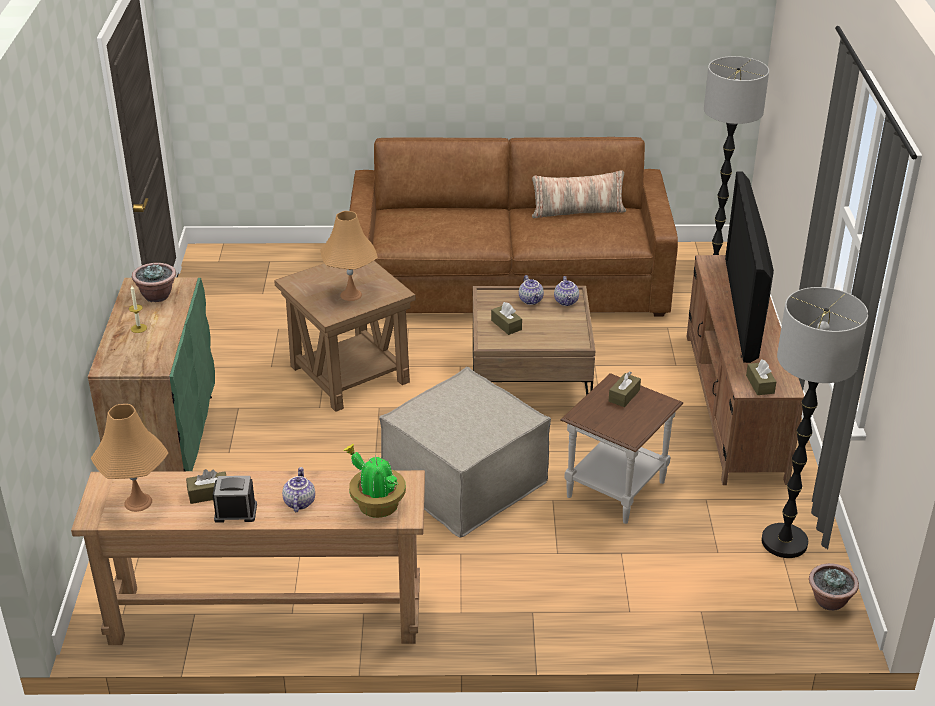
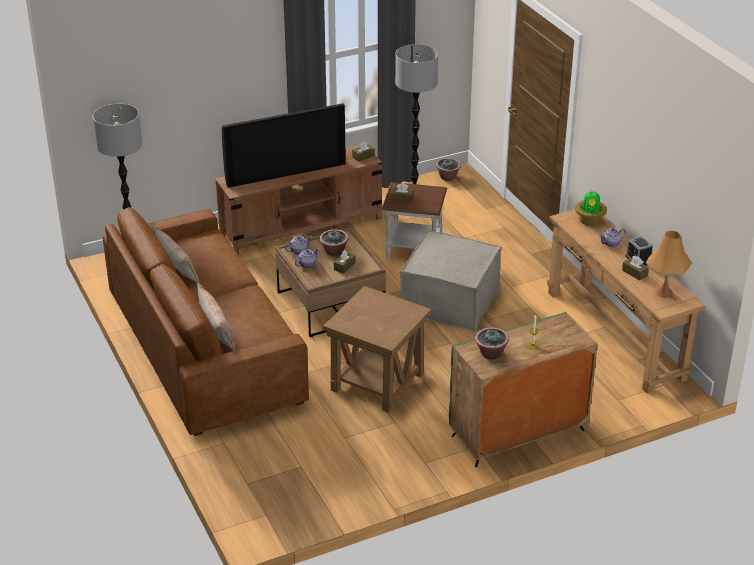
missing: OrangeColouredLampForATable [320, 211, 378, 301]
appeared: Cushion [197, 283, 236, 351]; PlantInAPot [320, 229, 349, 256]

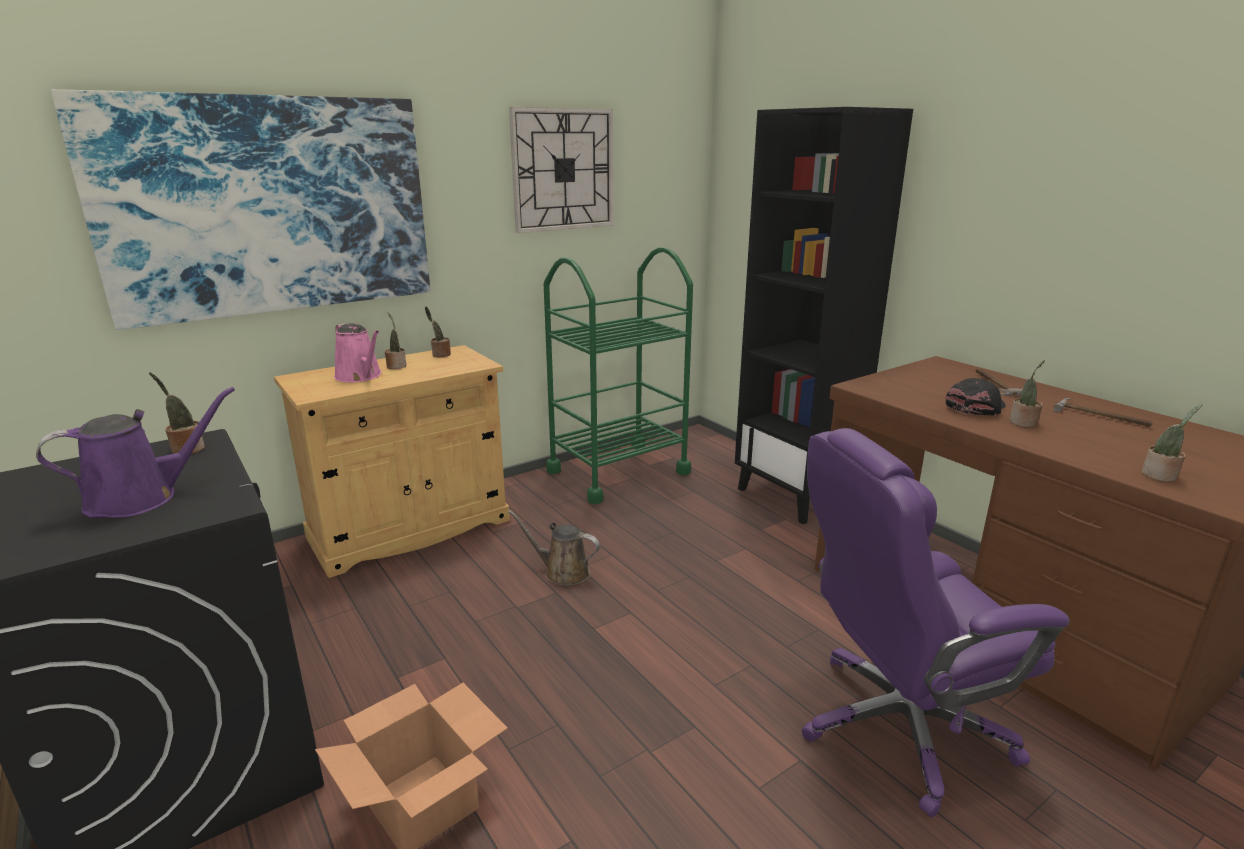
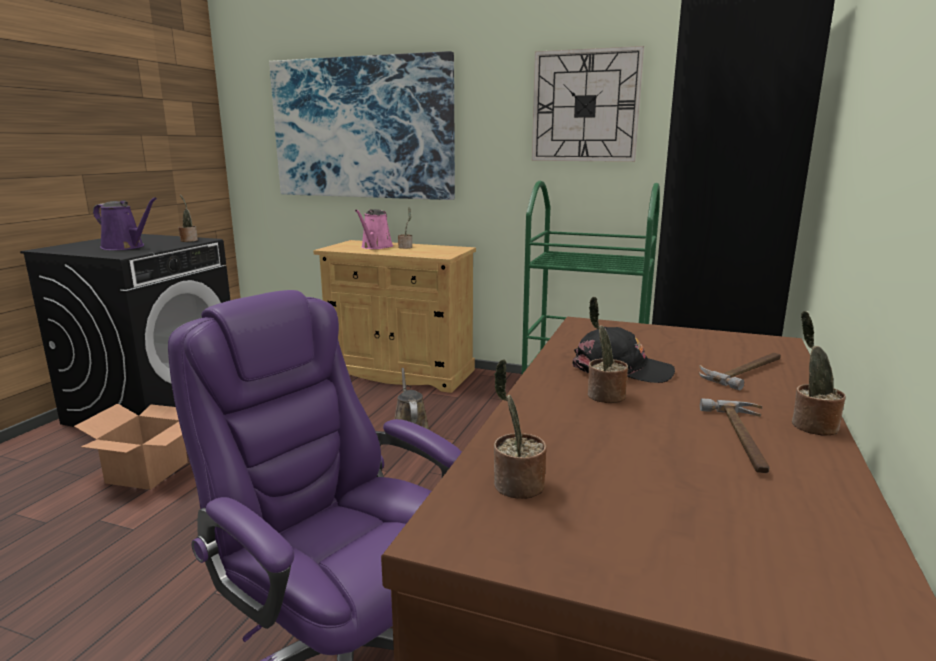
relocated: PlantInAPot [425, 306, 451, 357] to [792, 311, 846, 436]

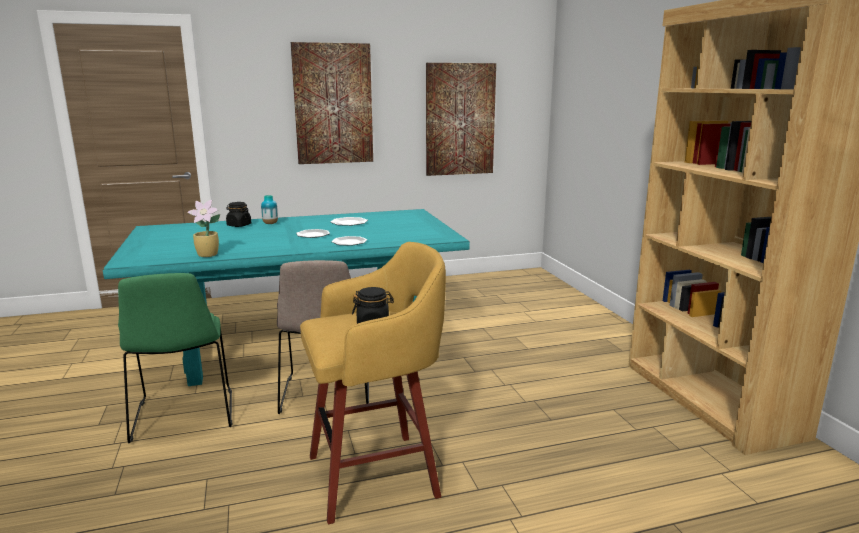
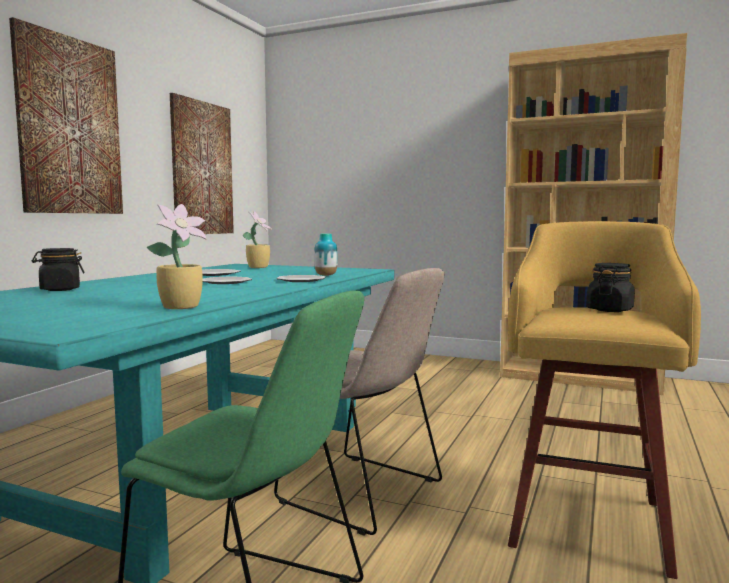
appeared: PlantInAPot [243, 211, 272, 268]
relocated: DecorativeVase [261, 195, 278, 224] to [314, 233, 338, 276]

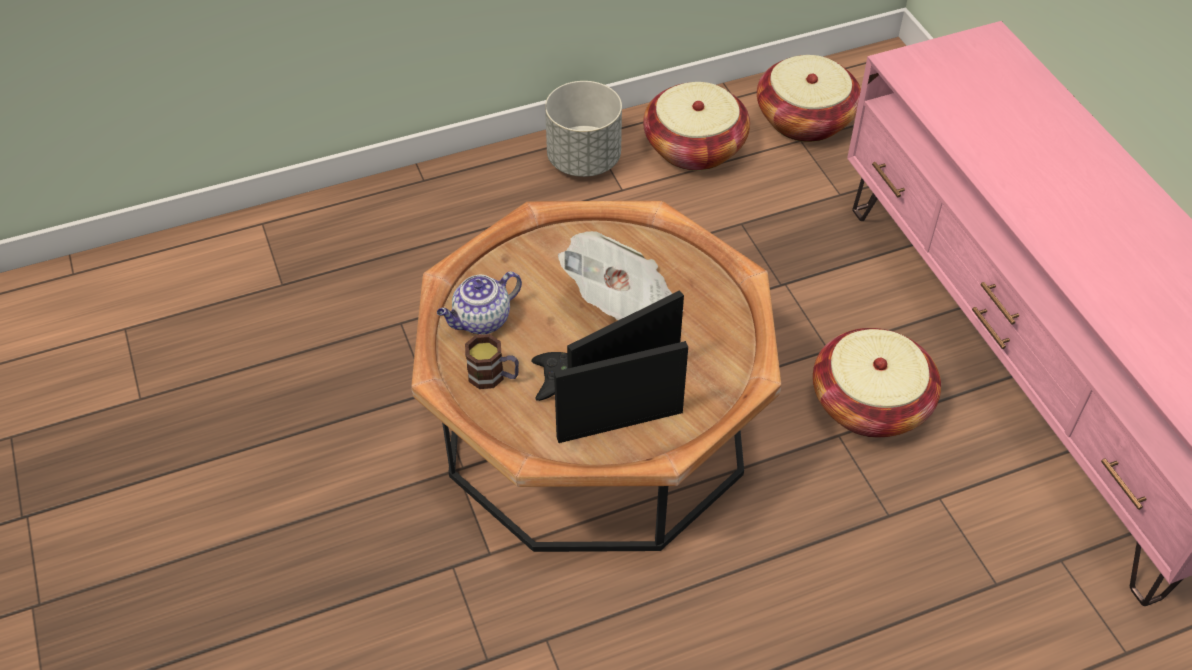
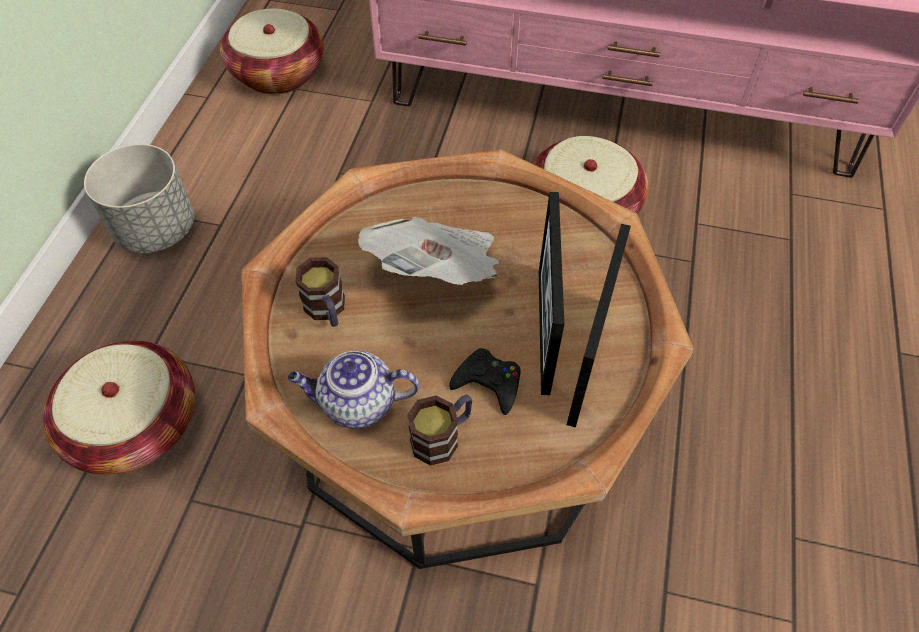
appeared: TeaMug [295, 257, 345, 327]
relocated: StorageBasket [643, 82, 750, 171] to [43, 341, 195, 474]
spun: PotForTea [437, 272, 522, 335] = [287, 351, 419, 429] 90 degrees clockwise

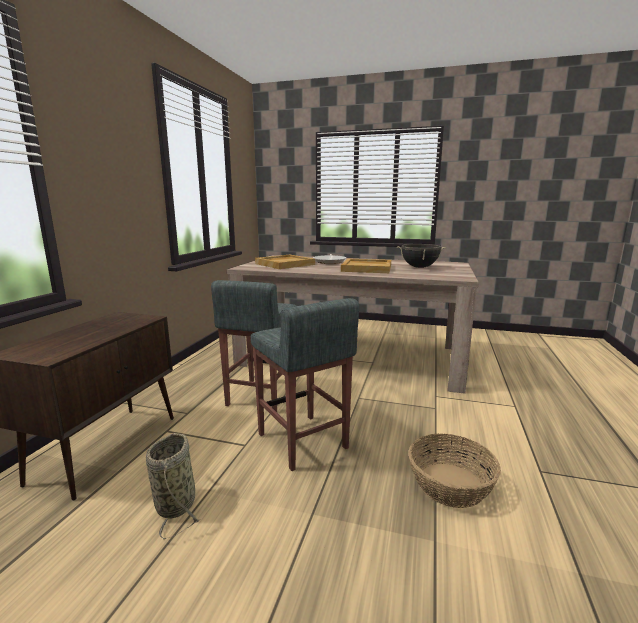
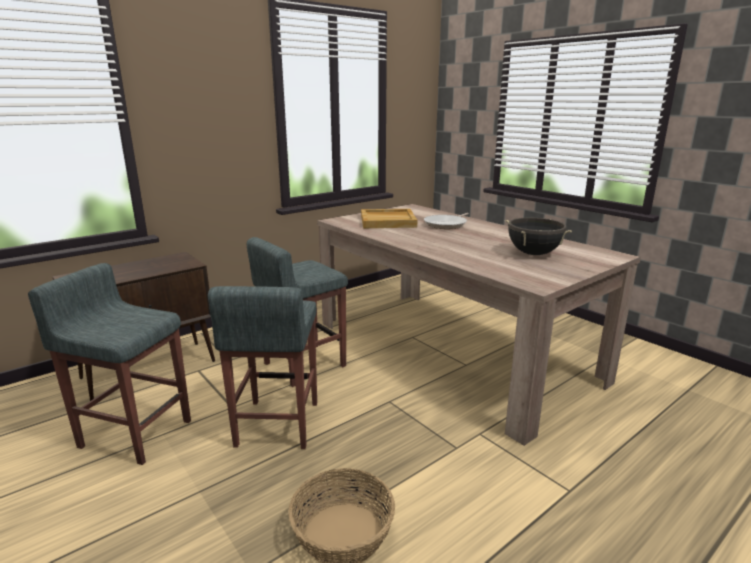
missing: SandColouredServingTray [341, 259, 391, 273]
exchanged: StorageBasket [146, 433, 199, 539] to GreyStoolSeat [28, 263, 191, 465]

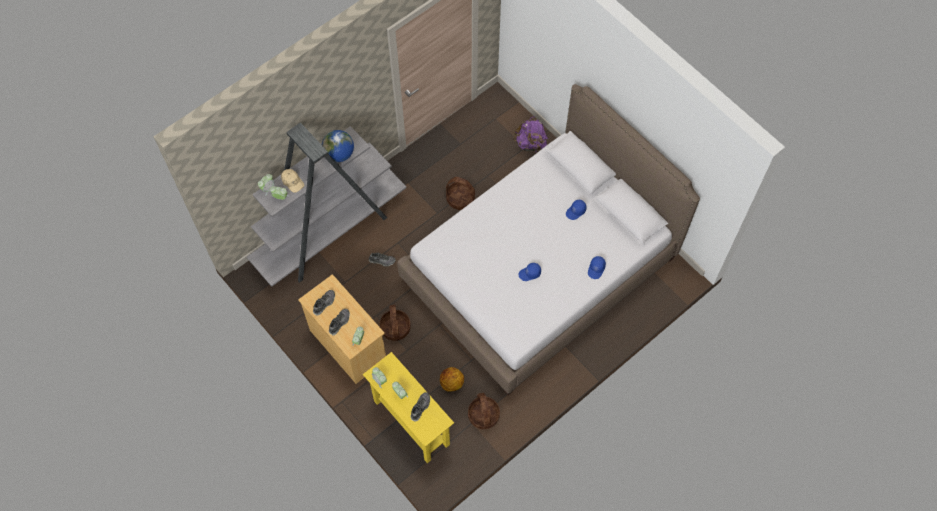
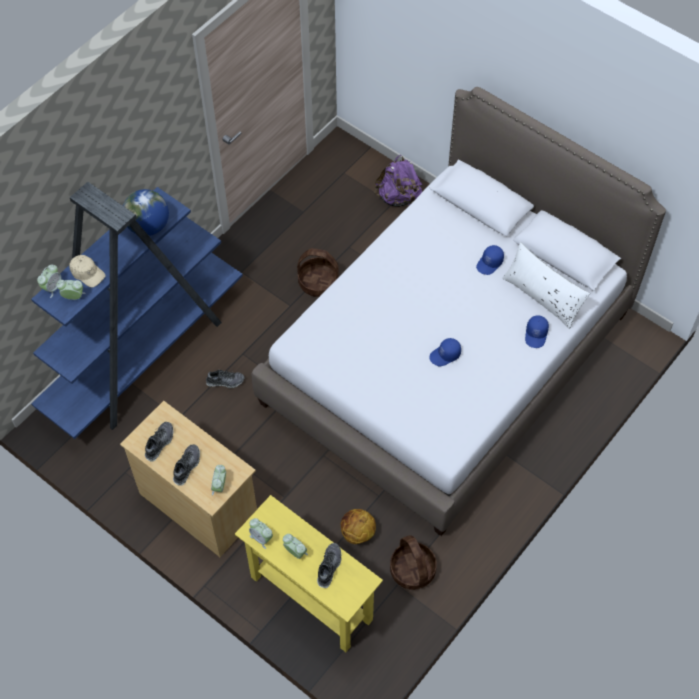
missing: StorageBasket [380, 305, 411, 341]
appeared: WhiteCushion [502, 242, 590, 329]
colour: GreyBookcase [247, 123, 407, 287] to BlueColouredBookcase [31, 182, 243, 439]

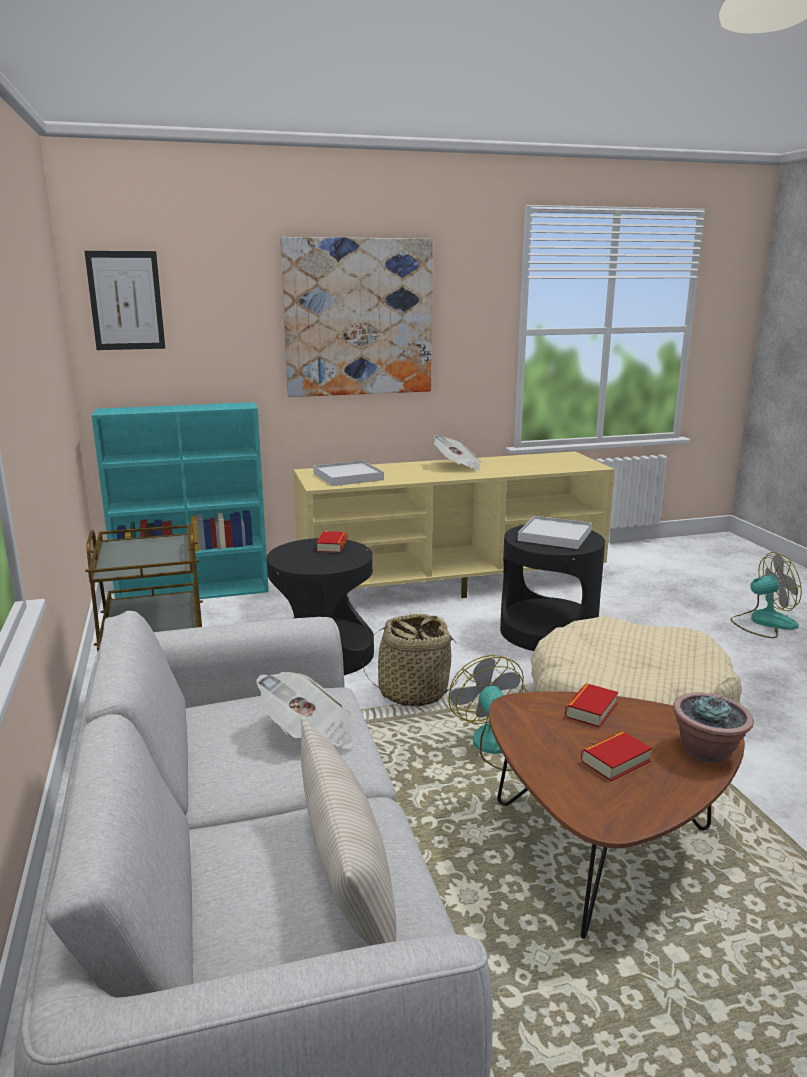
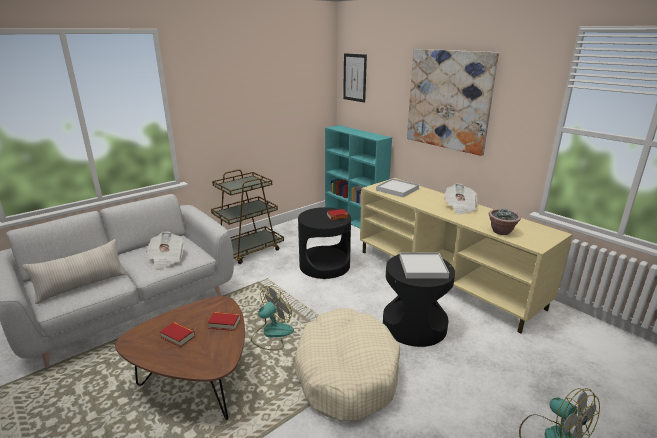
missing: StorageBasket [362, 614, 459, 706]
relocated: PlantInAPot [673, 692, 754, 763] to [489, 208, 521, 235]

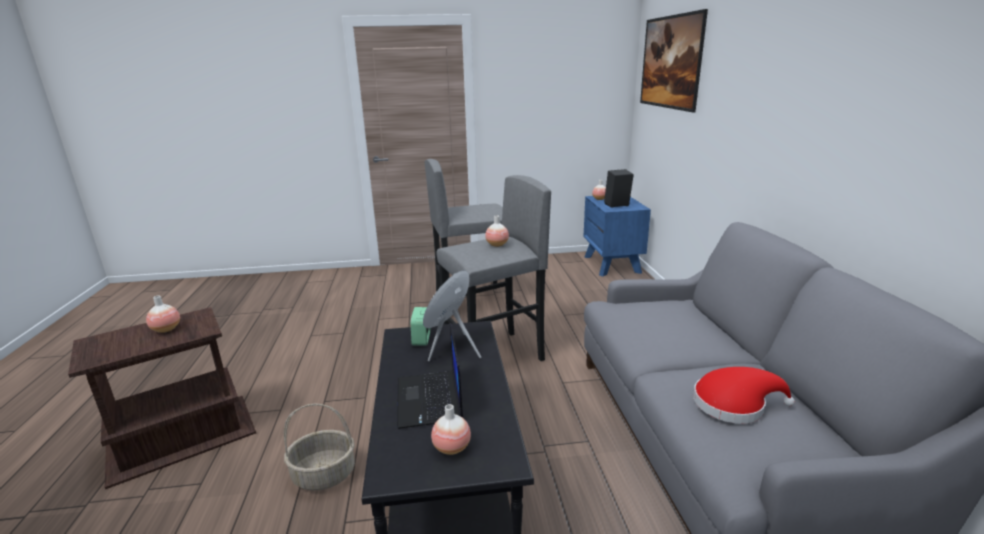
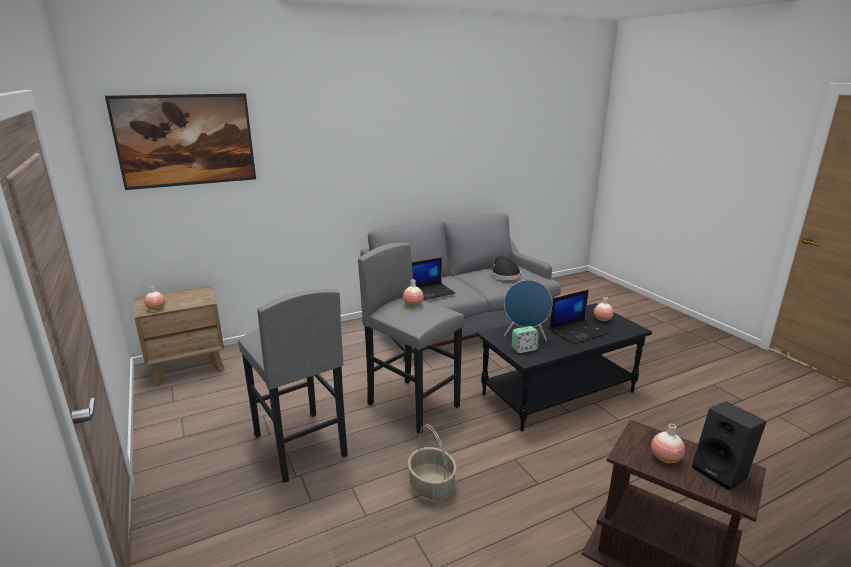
appeared: Laptop [412, 257, 455, 300]
relocated: StorageBasket [284, 403, 355, 490] to [408, 424, 457, 499]; BlackLoudspeaker [604, 169, 634, 208] to [692, 401, 767, 491]
colour: BlueColouredNightstand [583, 196, 651, 277] to BrownNightstand [134, 285, 225, 386]; ReddishClothingHat [693, 367, 795, 424] to BlackClothingHat [492, 256, 521, 280]

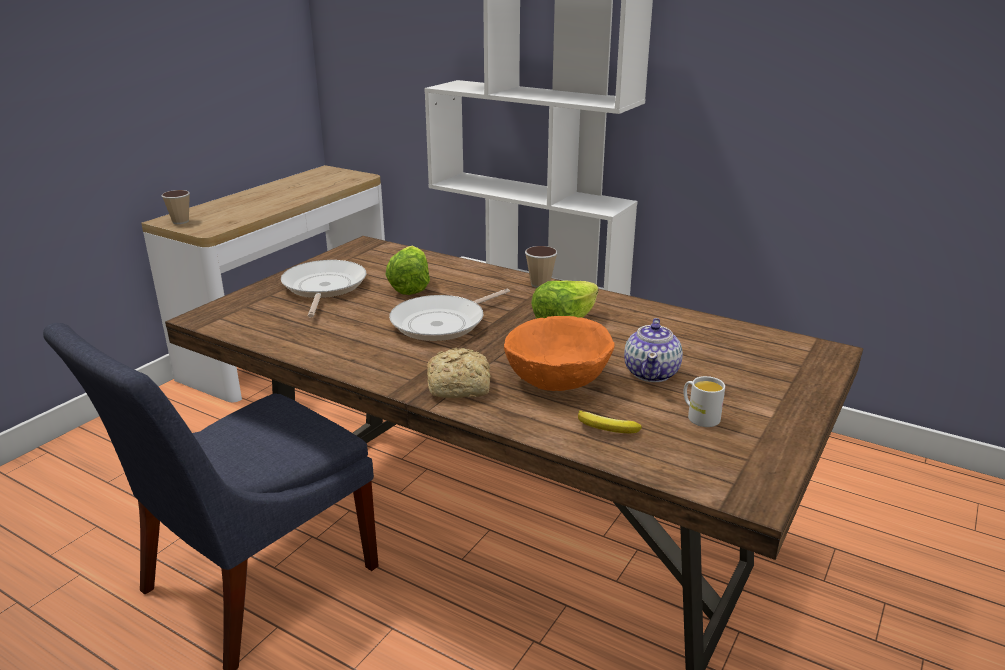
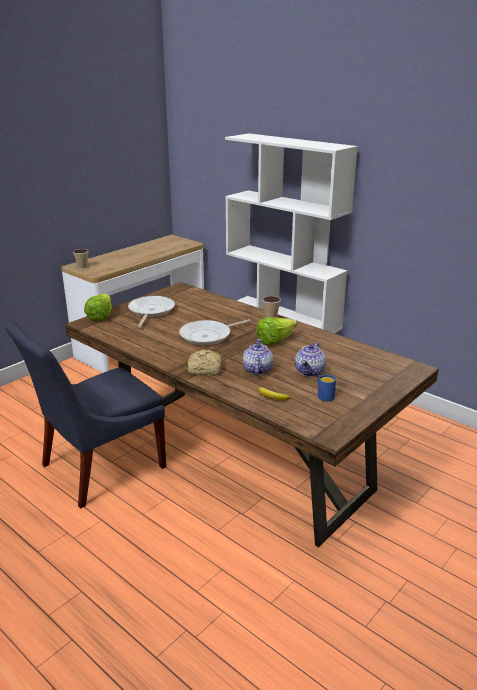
relocated: LettuceHead [385, 246, 430, 295] to [84, 293, 112, 321]
exchanged: OrangeColouredBowl [504, 316, 615, 391] to PotForTea [243, 339, 273, 375]
colour: WhiteTeaMug [684, 376, 725, 427] to BlueColouredTeaMug [318, 374, 336, 401]

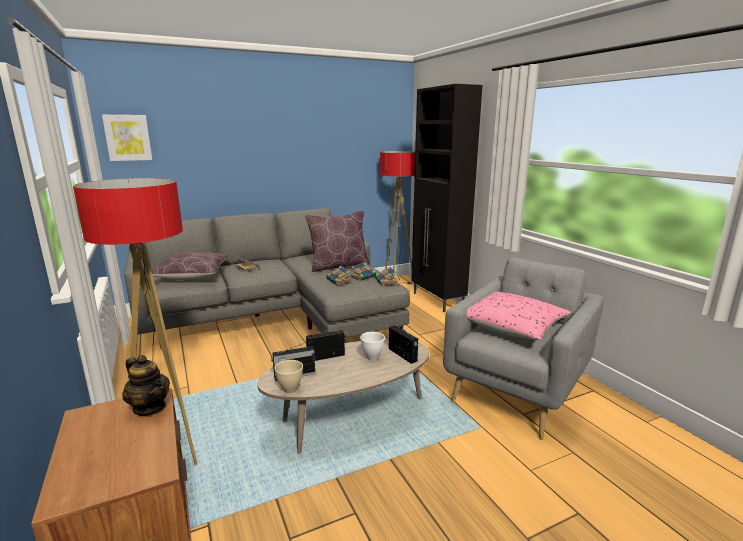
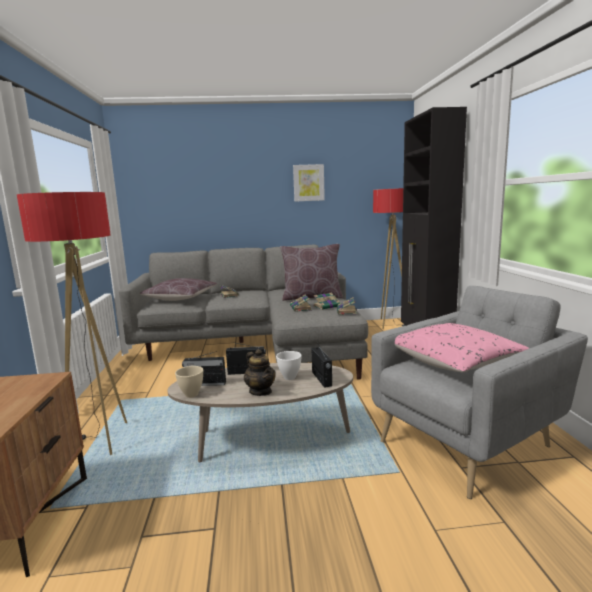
relocated: PotForTea [122, 355, 170, 416] to [244, 349, 276, 396]; WallArt [102, 115, 152, 161] to [293, 164, 325, 202]

